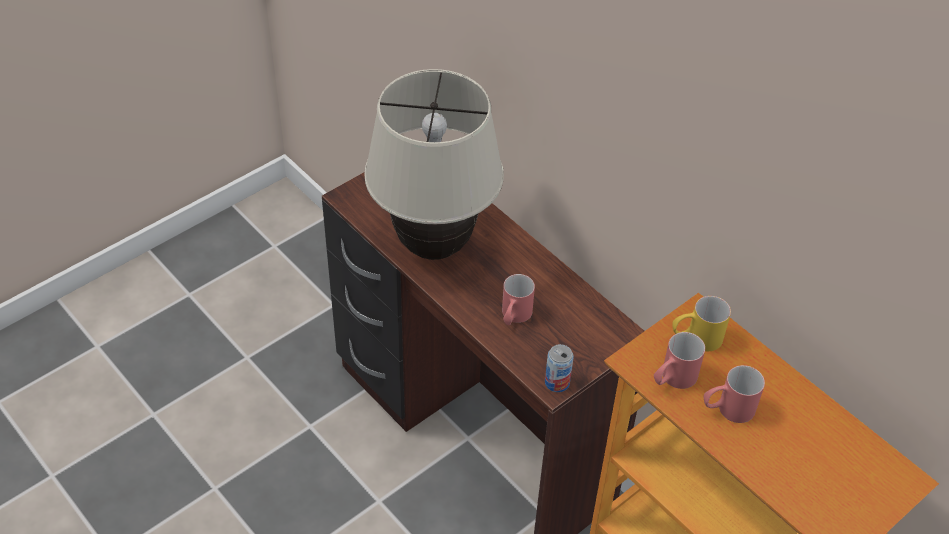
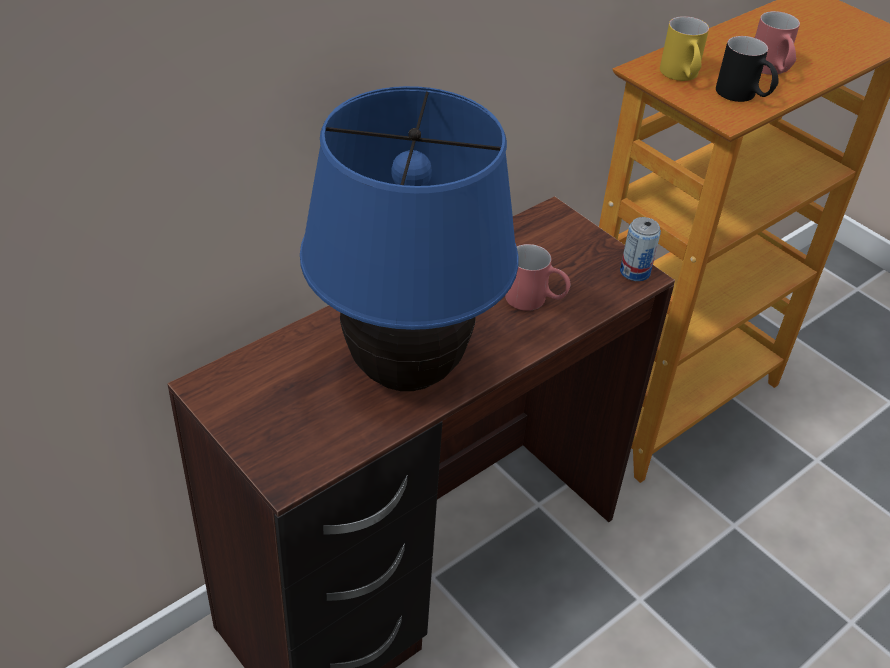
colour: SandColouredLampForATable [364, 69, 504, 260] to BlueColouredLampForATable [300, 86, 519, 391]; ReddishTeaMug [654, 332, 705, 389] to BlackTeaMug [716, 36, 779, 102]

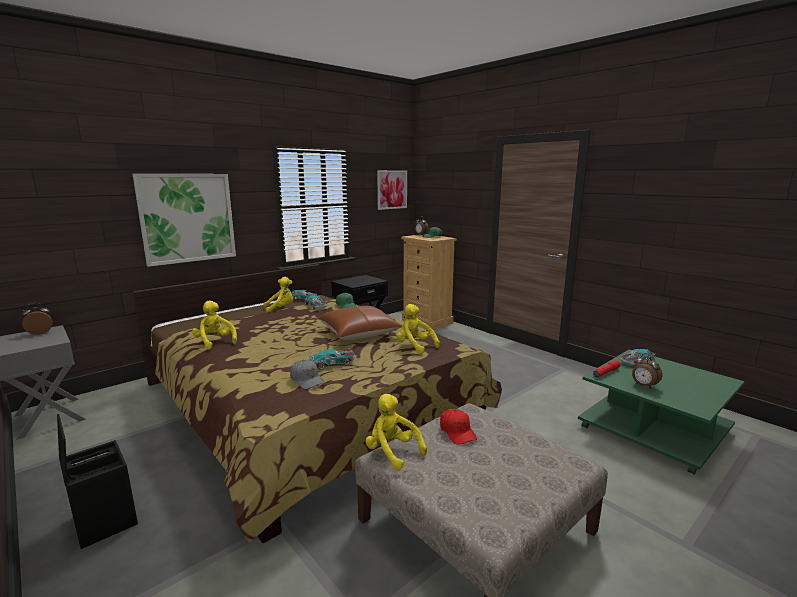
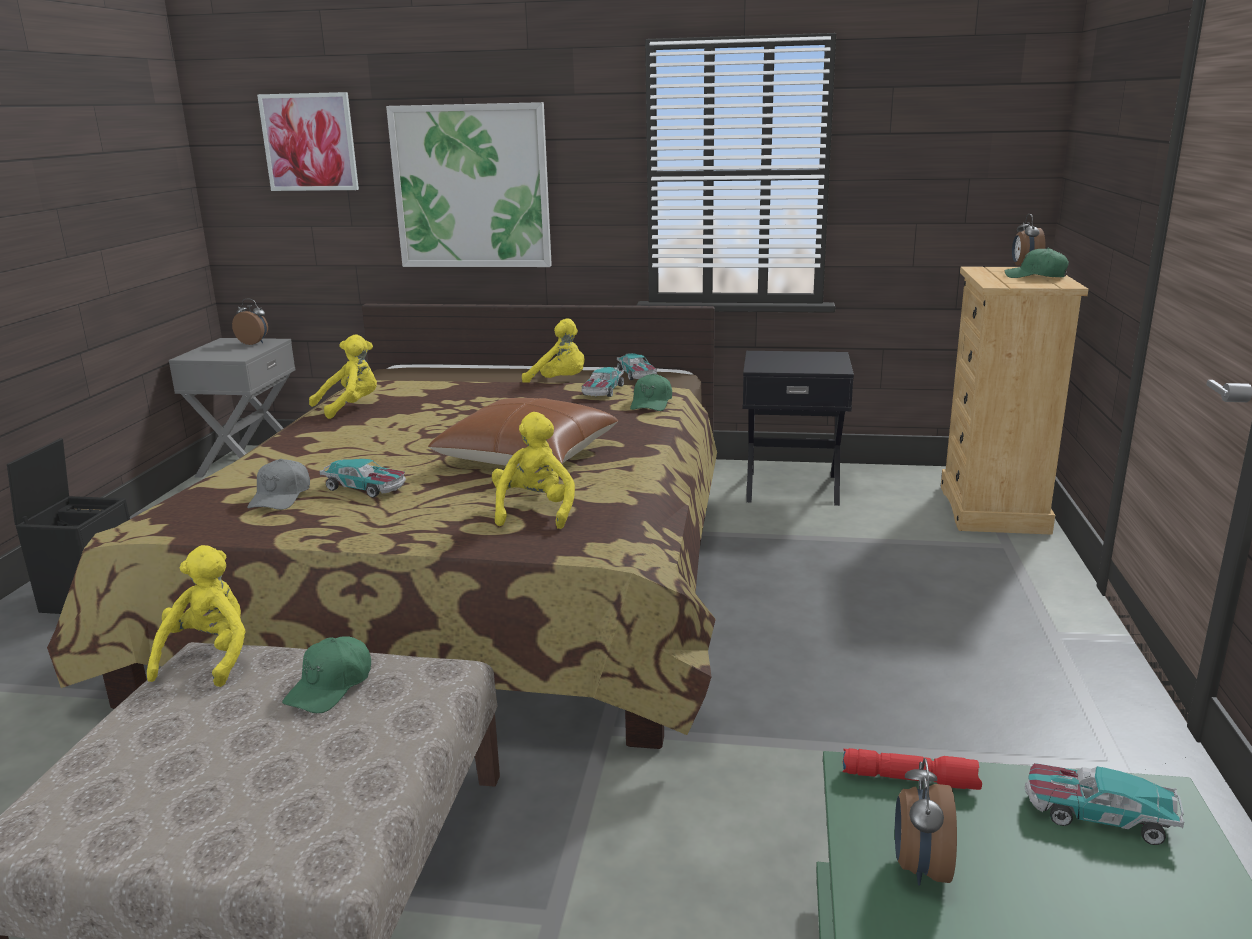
relocated: WallArt [377, 170, 407, 210] to [257, 92, 359, 191]
colour: ReddishPeakedCap [440, 409, 477, 445] to GreenPeakedCap [282, 636, 371, 713]
spun: YellowColouredPlushToy [192, 301, 237, 349] = [309, 335, 377, 419] 45 degrees clockwise

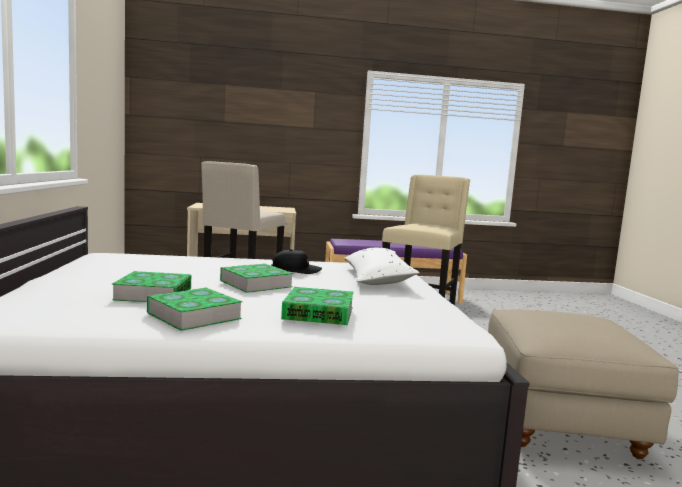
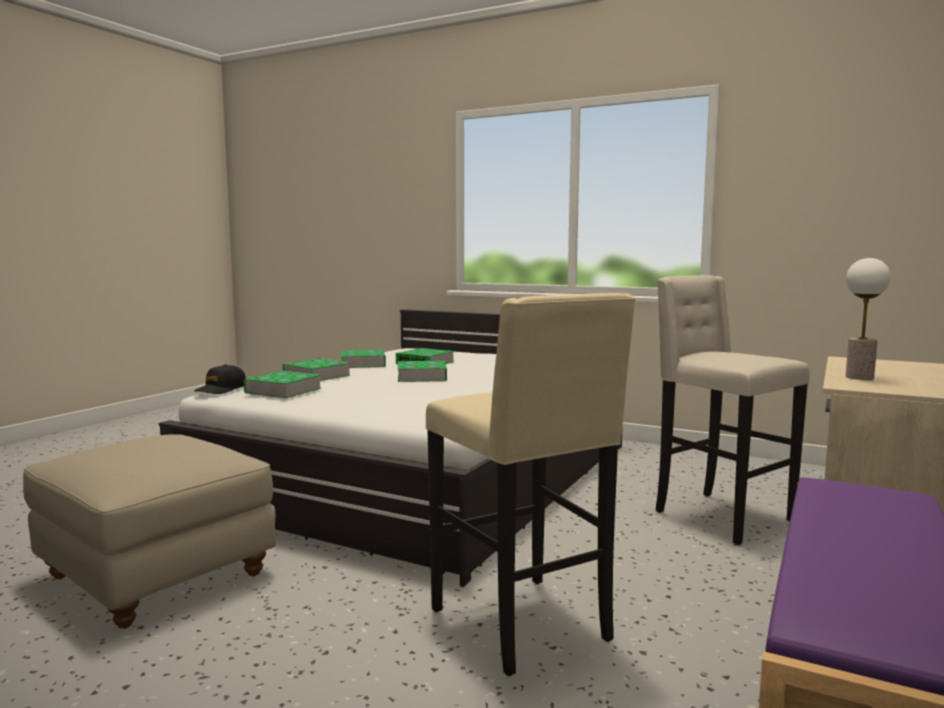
missing: WhiteCushion [344, 247, 419, 285]
appeared: Book [244, 371, 321, 398]; LampForATable [846, 258, 891, 380]
relocated: BlackPeakedCap [271, 249, 322, 274] to [194, 364, 246, 394]

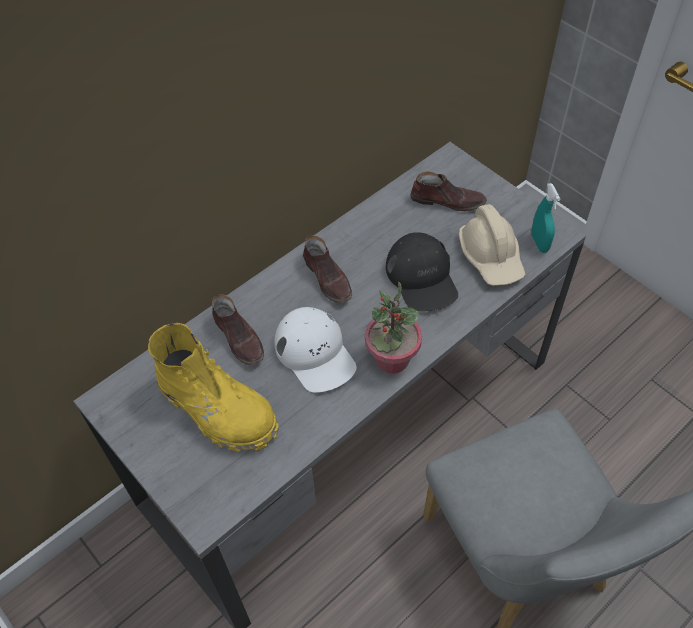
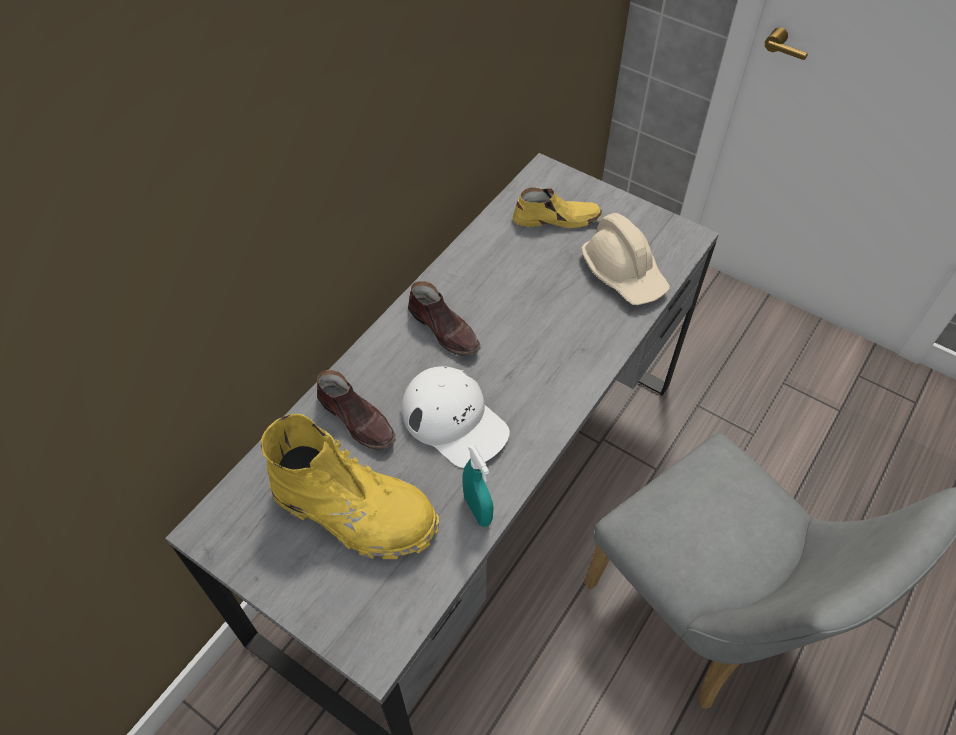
missing: PlantInAPot [365, 282, 422, 374]; BlackPeakedCap [386, 232, 458, 311]
relocated: TurquoiseColouredSprayer [531, 183, 560, 253] to [463, 444, 493, 527]
colour: BrownLowShoe [410, 171, 487, 211] to YellowColouredLowShoe [513, 187, 602, 228]

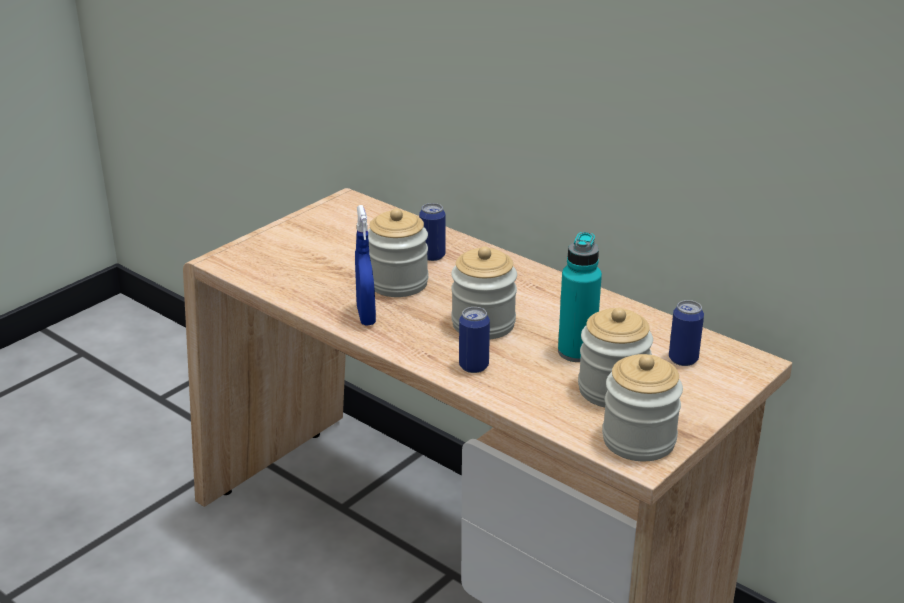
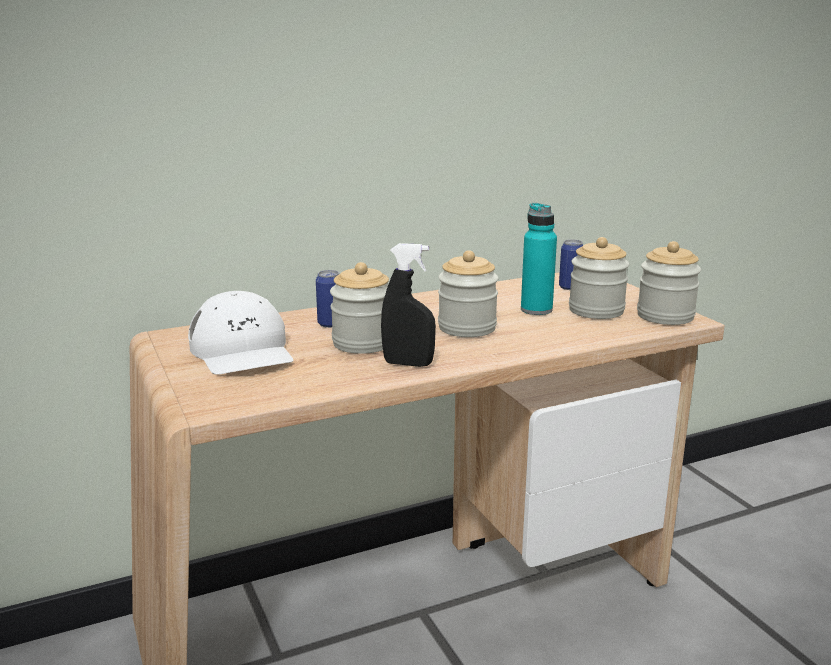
missing: MetalCan [459, 307, 490, 373]
appeared: WhitePeakedCap [188, 291, 293, 375]
colour: BlueColouredSprayer [355, 205, 376, 326] to BlackSprayer [381, 243, 436, 367]

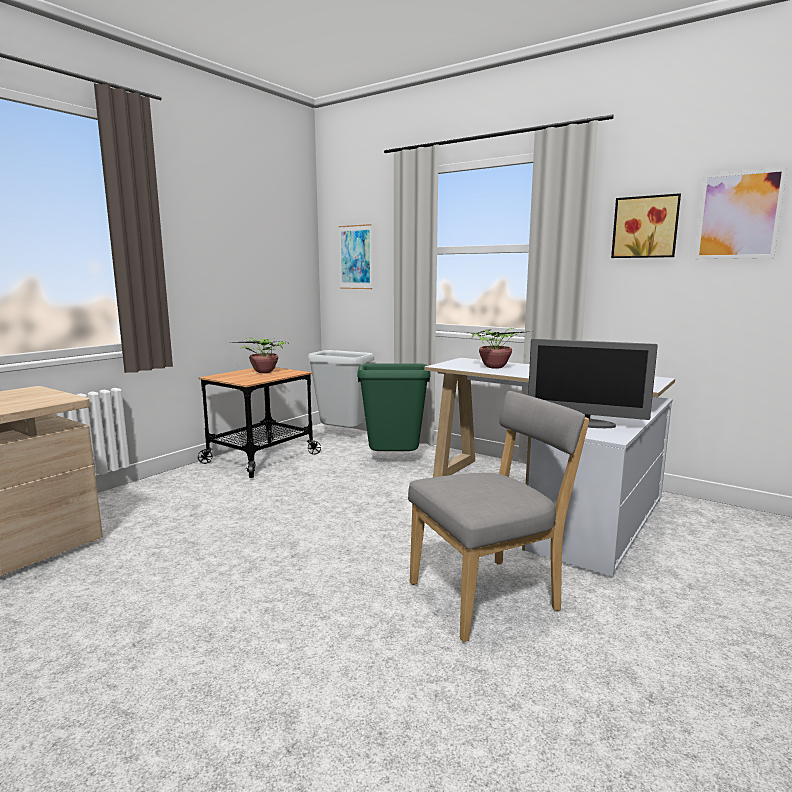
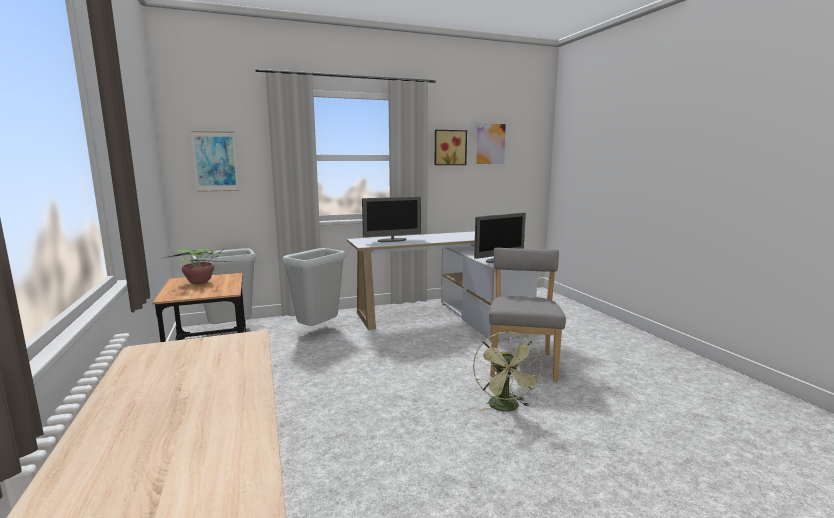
appeared: GreenFan [473, 331, 543, 412]
exchanged: PlantInAPot [469, 328, 524, 369] to ComputerScreen [362, 197, 421, 242]
colour: GreenRubbishBin [357, 363, 431, 451] to GreyRubbishBin [282, 248, 346, 326]

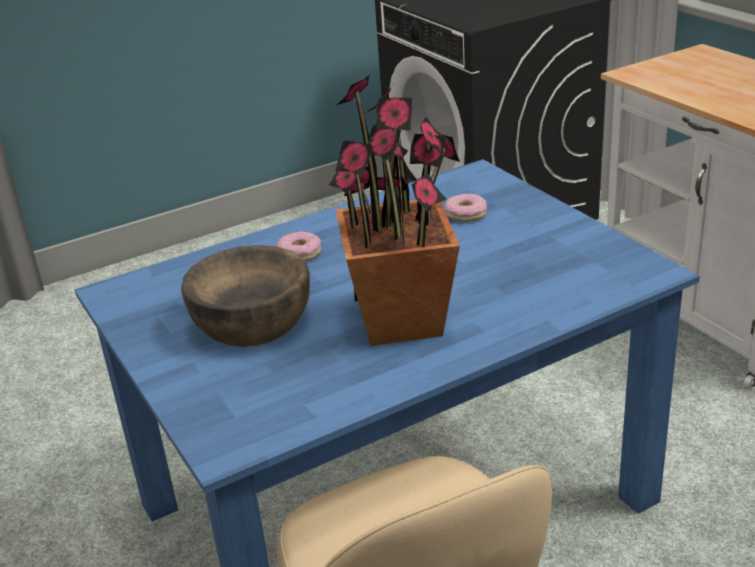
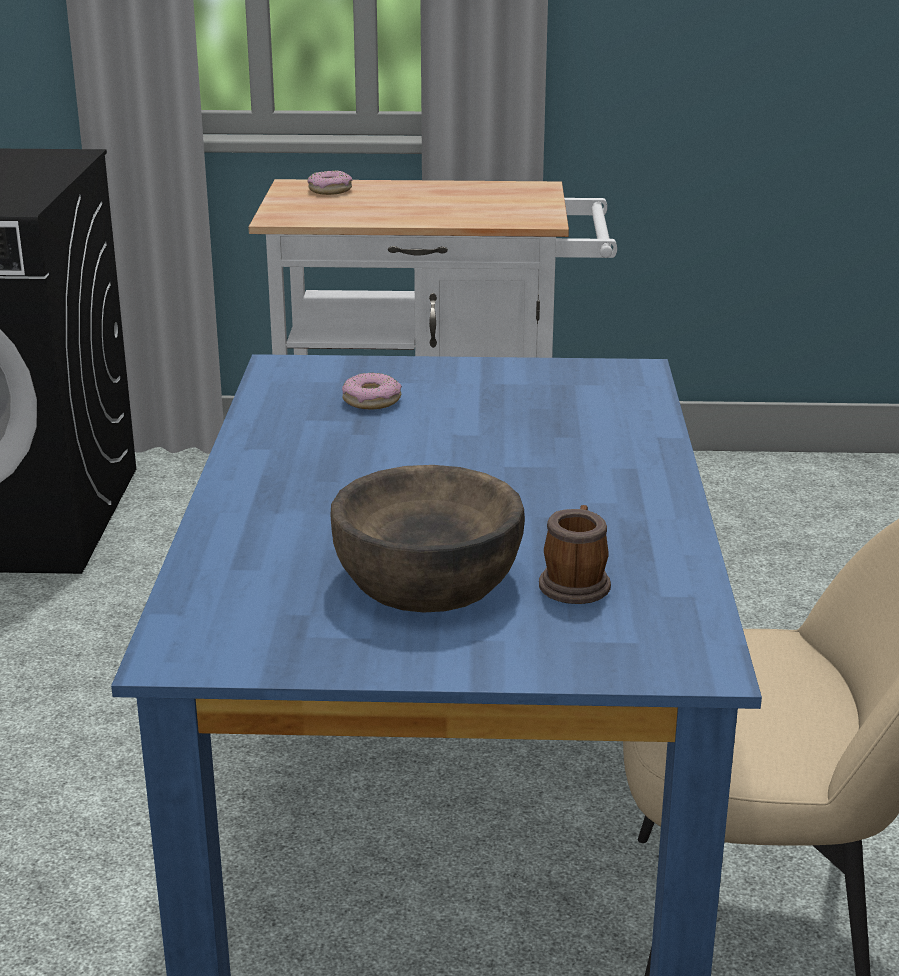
missing: PlantInAPot [329, 75, 460, 346]
appeared: TeaMug [539, 505, 611, 604]
relocated: Donut [276, 231, 322, 261] to [307, 170, 353, 195]

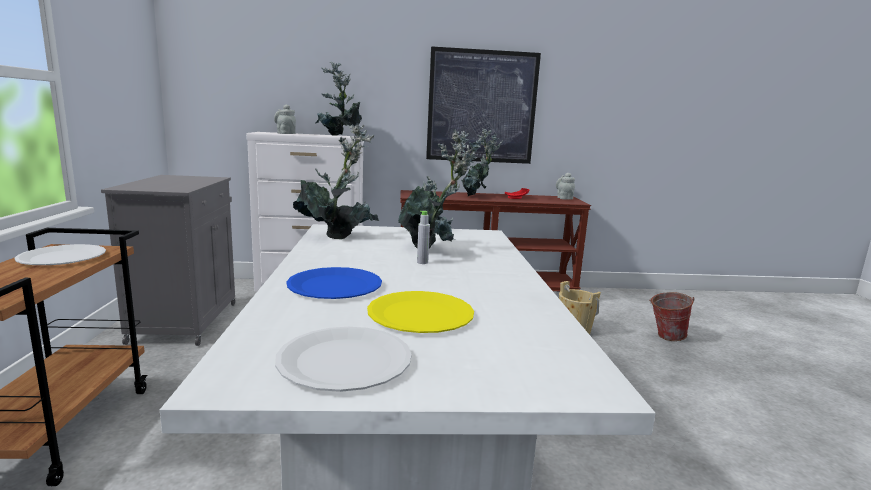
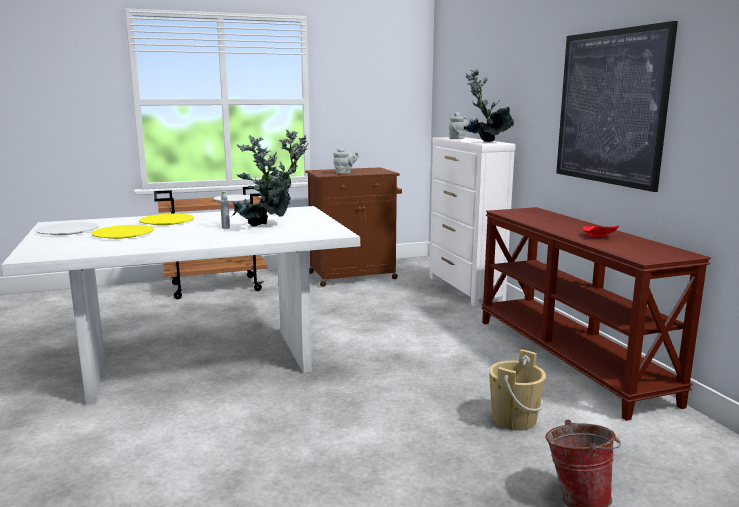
missing: PlantInAPot [461, 128, 502, 196]
relocated: GreyPotForTea [556, 173, 575, 199] to [333, 148, 359, 174]
colour: BlueColouredFlatDish [286, 267, 382, 299] to YellowColouredFlatDish [139, 214, 194, 225]; GreyCupboard [101, 175, 235, 346] to BrownCupboard [305, 167, 402, 287]

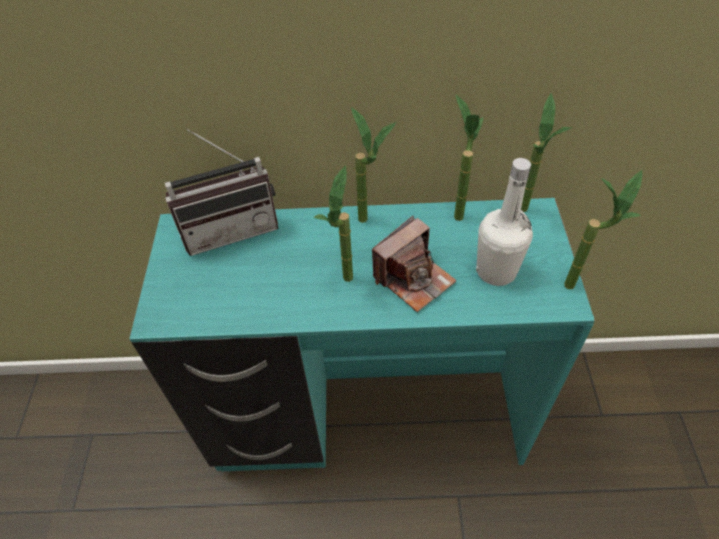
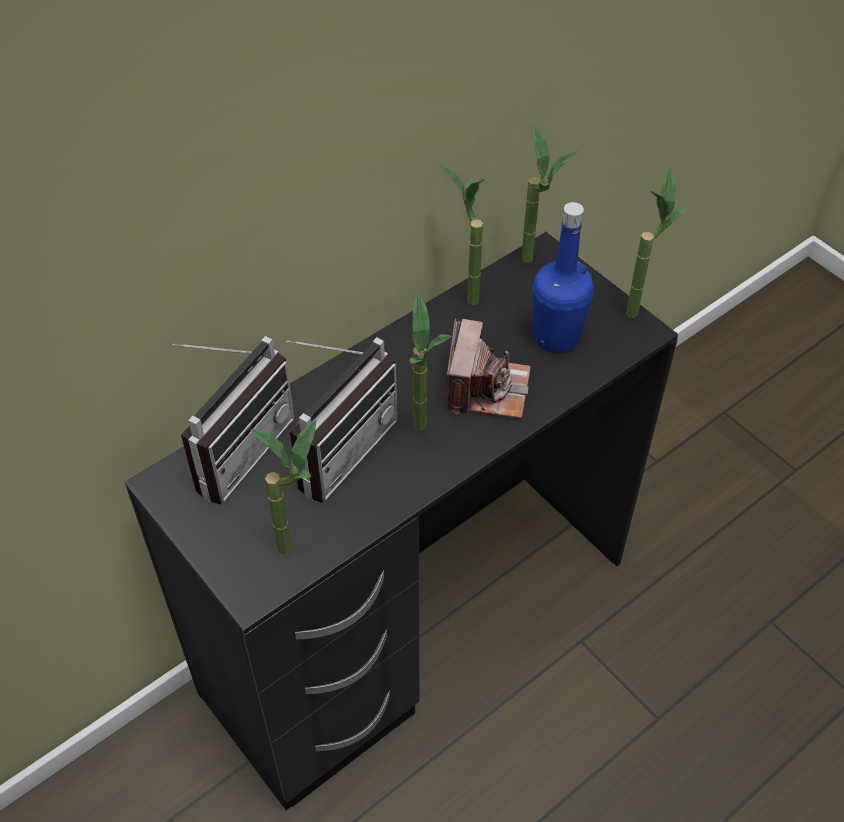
appeared: RadioReceiver [287, 337, 397, 503]
relocated: PlantInAPot [351, 107, 396, 223] to [250, 420, 316, 555]
colour: TurquoiseColouredDeskTable [129, 198, 595, 471] to BlackDeskTable [125, 231, 678, 810]; WhiteBottle [476, 158, 533, 286] to BlueColouredBottle [532, 202, 594, 353]

